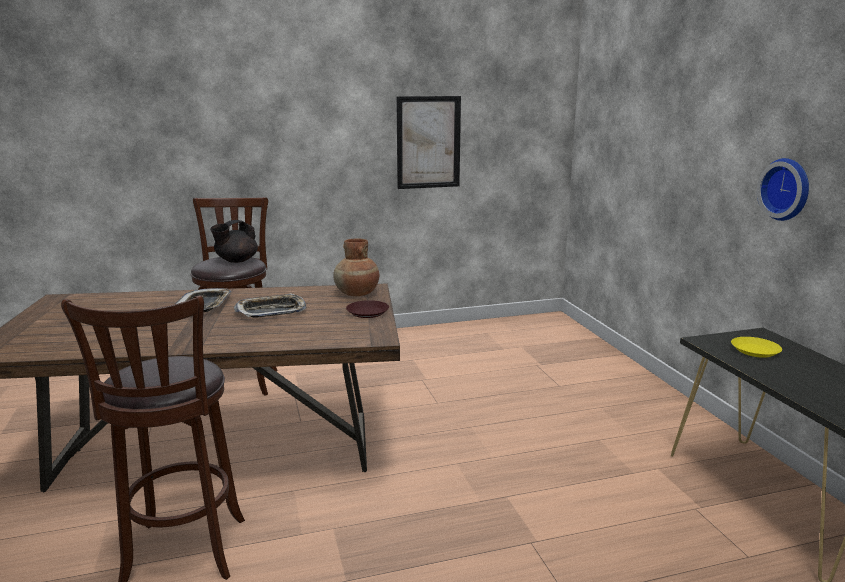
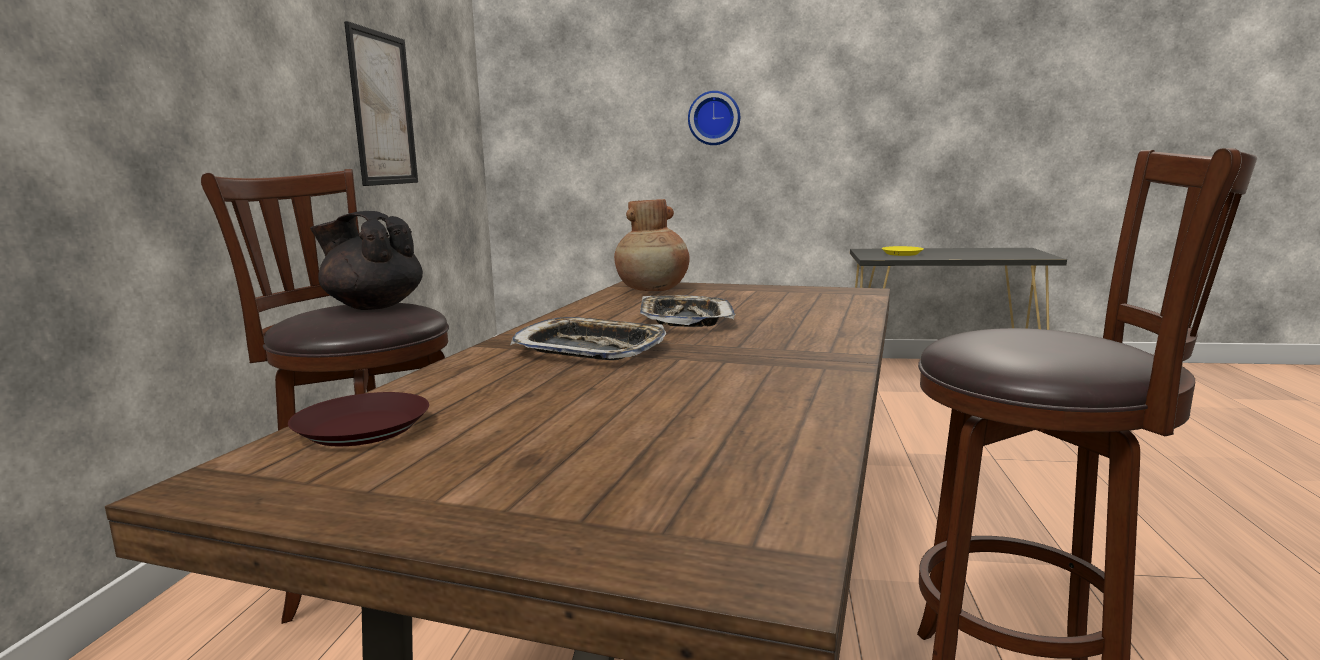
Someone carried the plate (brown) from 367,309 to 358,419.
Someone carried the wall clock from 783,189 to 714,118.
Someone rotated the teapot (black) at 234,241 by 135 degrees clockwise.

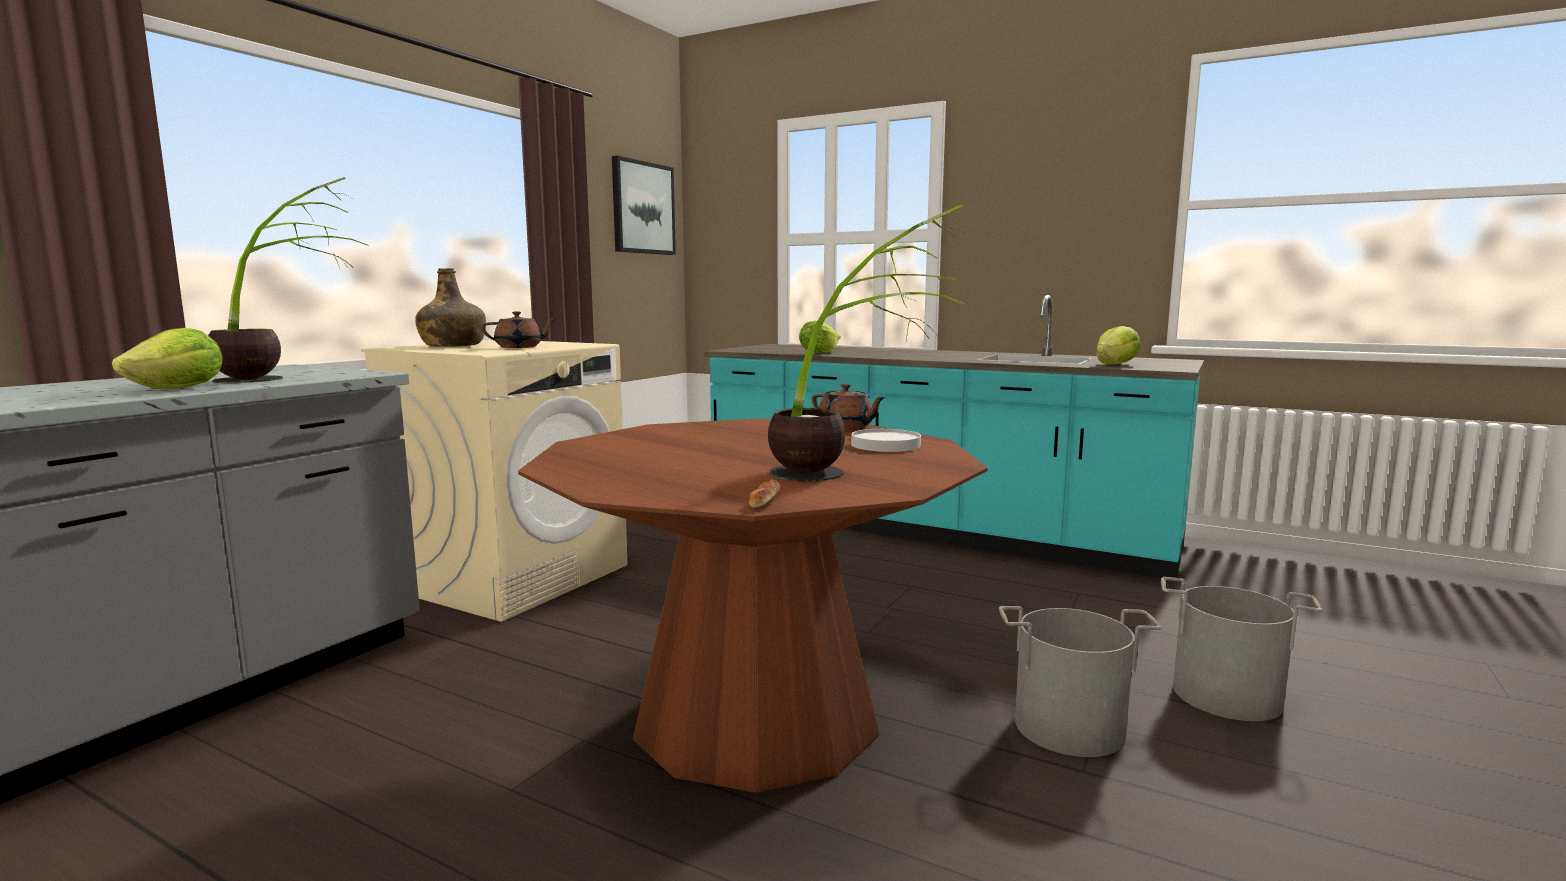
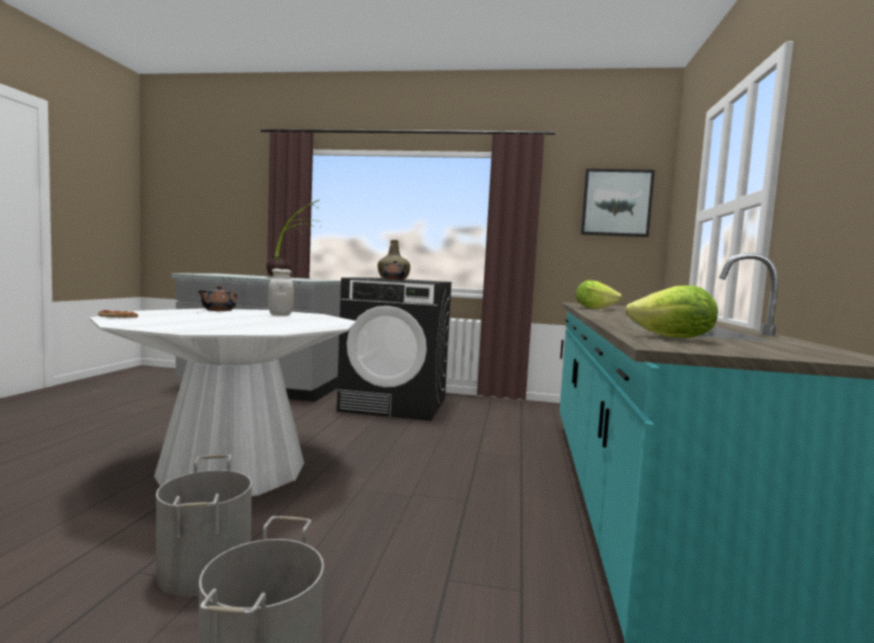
Someone took away the lettuce at 167,358.
Someone took away the potted plant at 867,342.
Someone took away the plate (white) at 886,440.
Someone put down the jar (white) at 281,292.
Someone carried the teapot (brown) from 849,407 to 218,298.
Someone repainted the washing machine (beige) at 494,481, which became the washing machine (black) at 394,349.
Someone repainted the dining table (brown) at 753,605, which became the dining table (white) at 223,402.

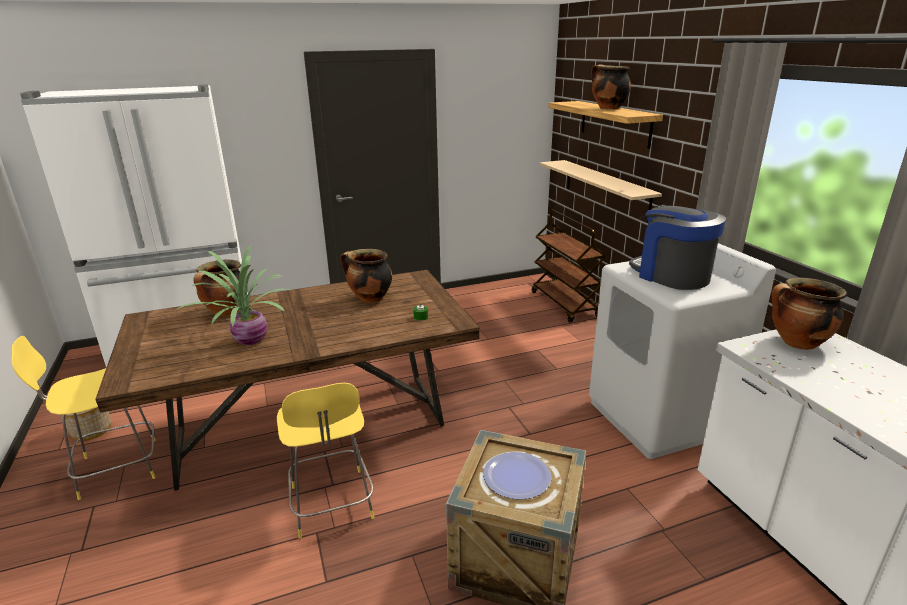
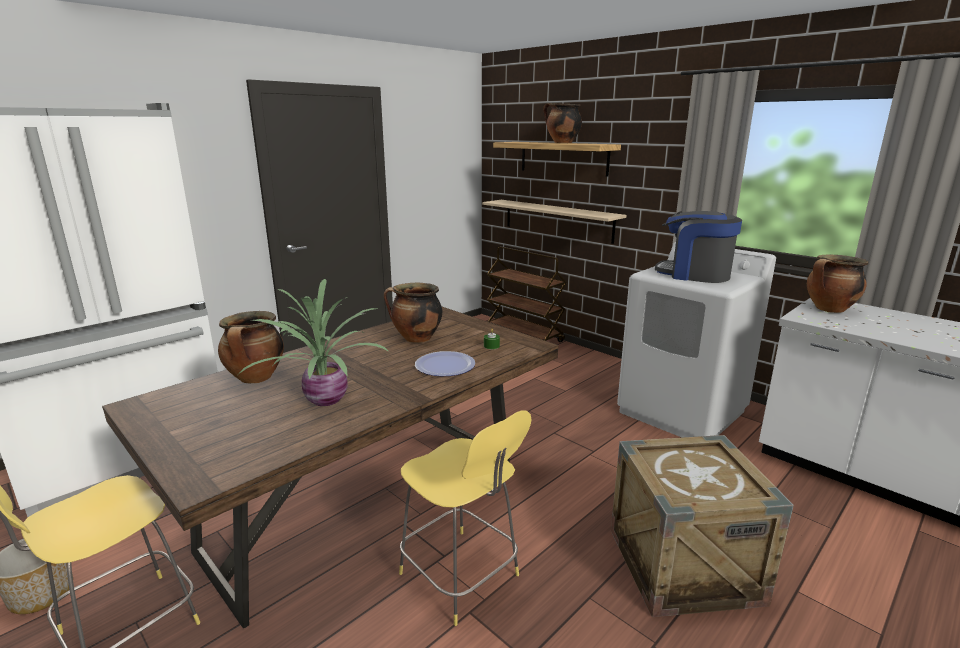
Someone carried the plate from 517,476 to 445,363.

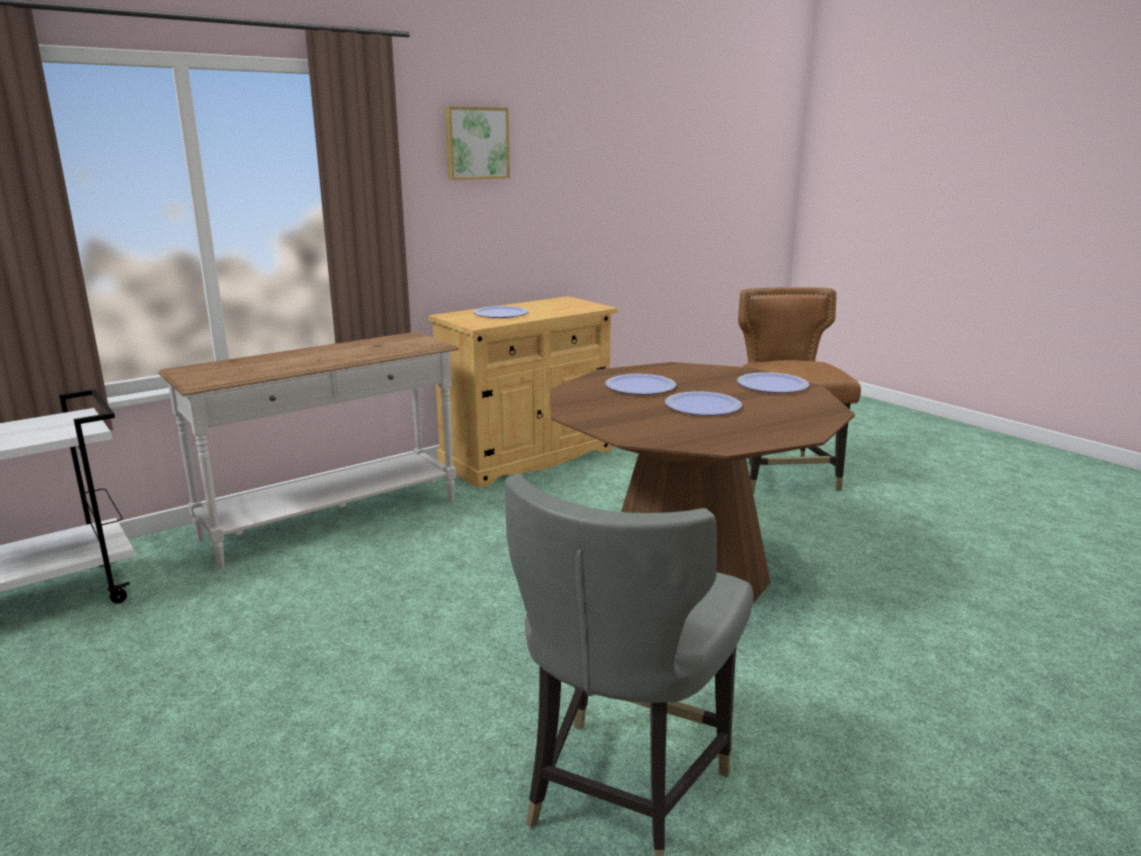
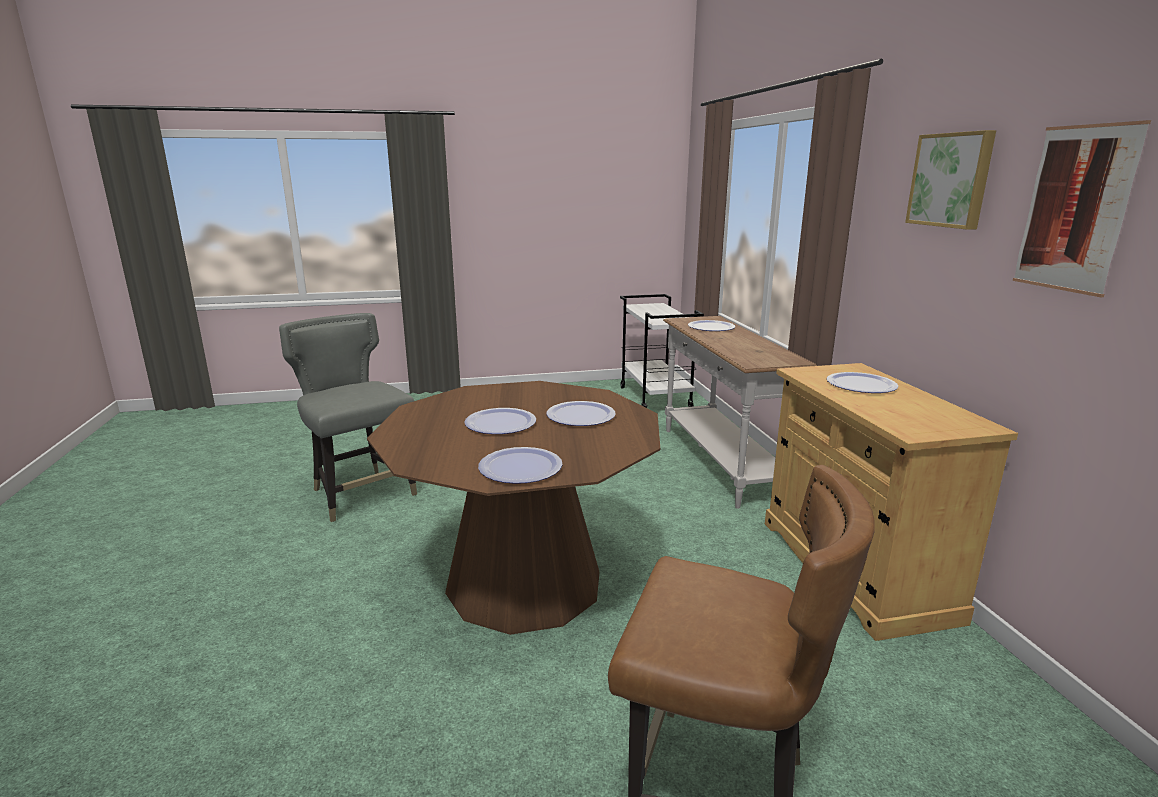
Someone put down the plate at 712,325.
Someone put up the picture at 1082,208.

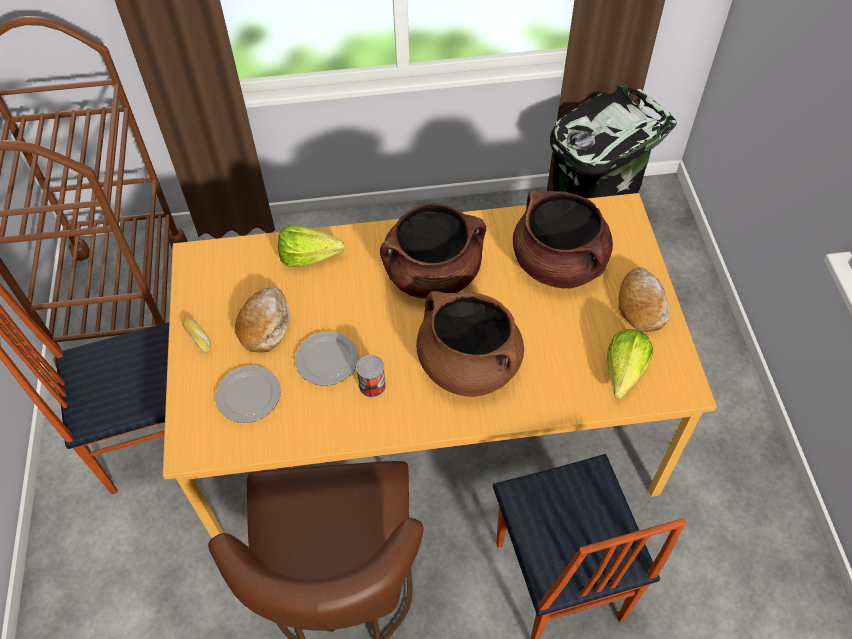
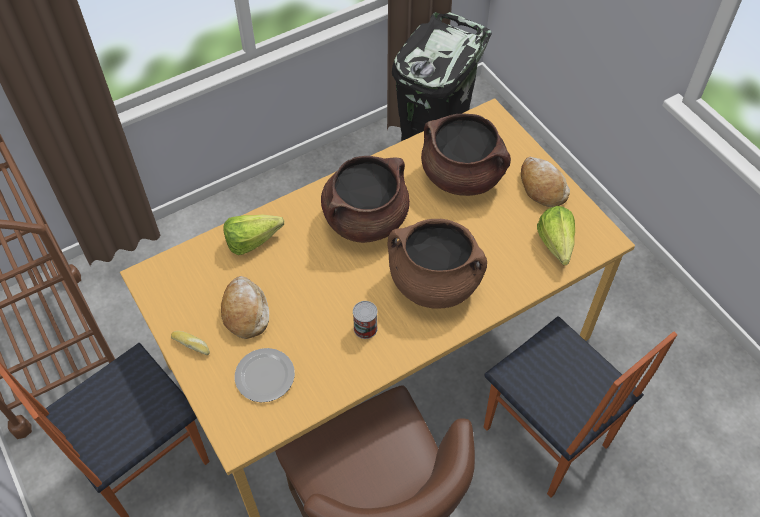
Someone took away the plate at 327,358.

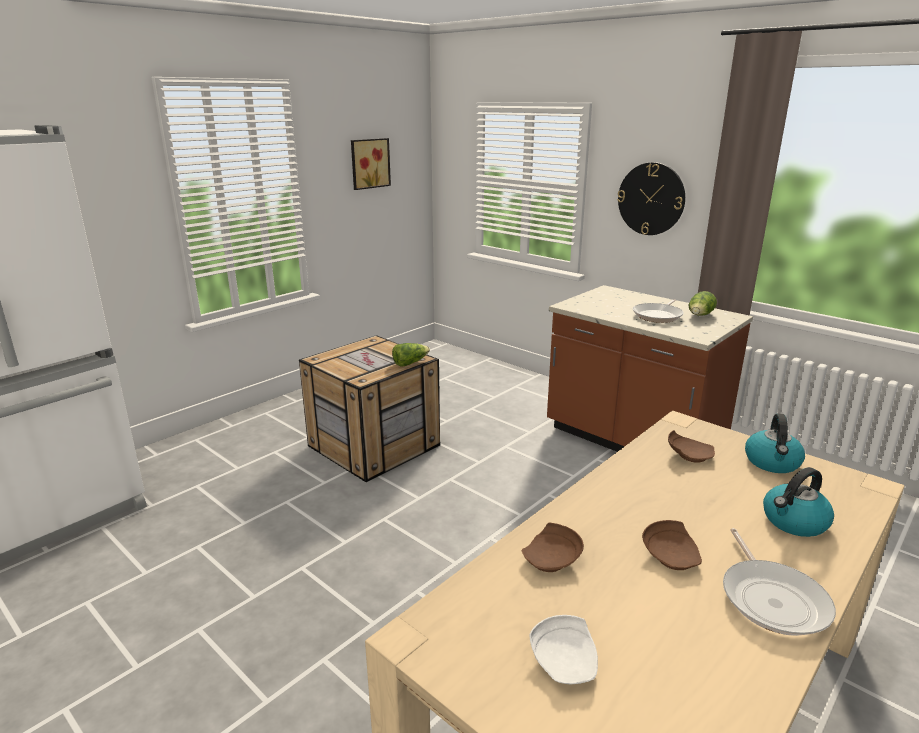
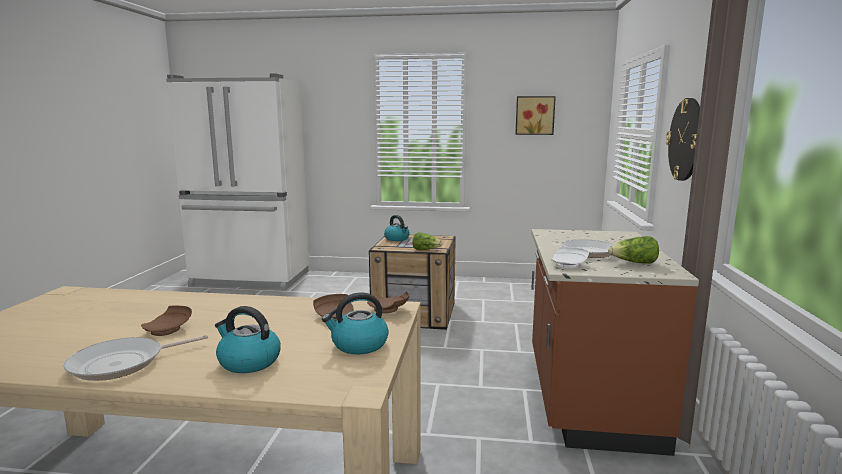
Someone put down the kettle at 397,228.
Someone carried the plate (brown) from 553,547 to 388,302.
Someone carried the plate (white) from 564,649 to 570,258.

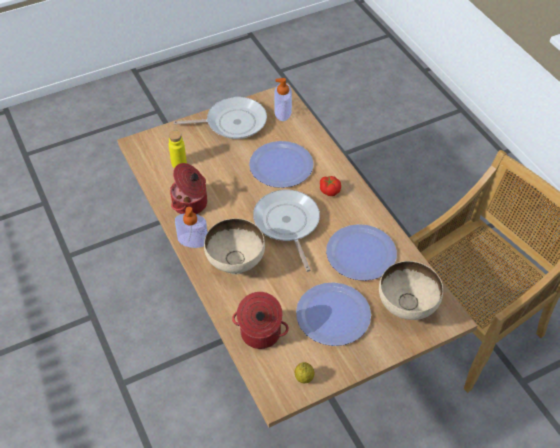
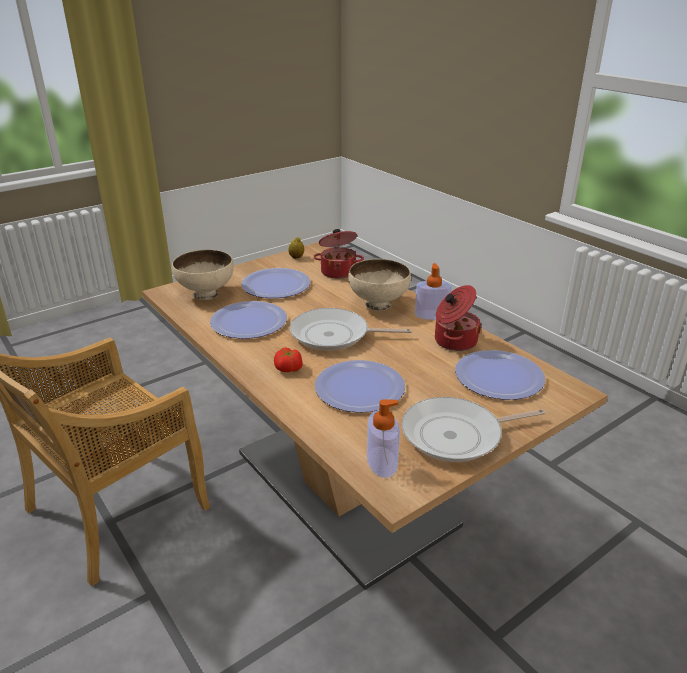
Someone swapped the bottle (yellow) at 178,149 for the plate at 500,375.
Someone rotated the frying pan at 286,231 by 120 degrees clockwise.

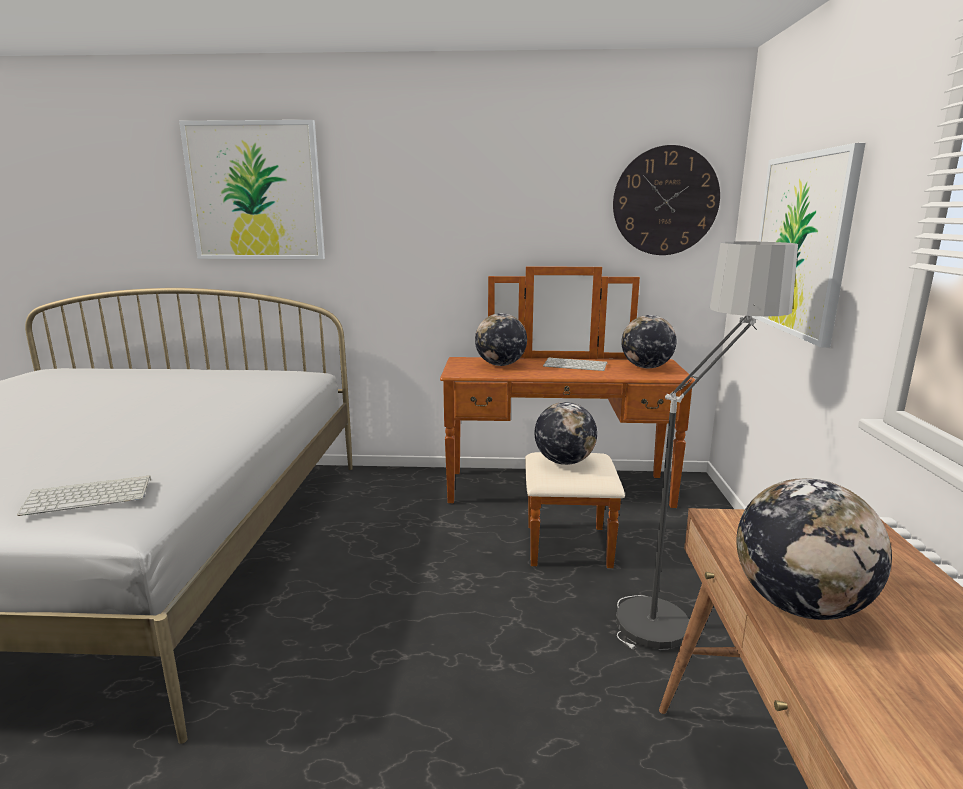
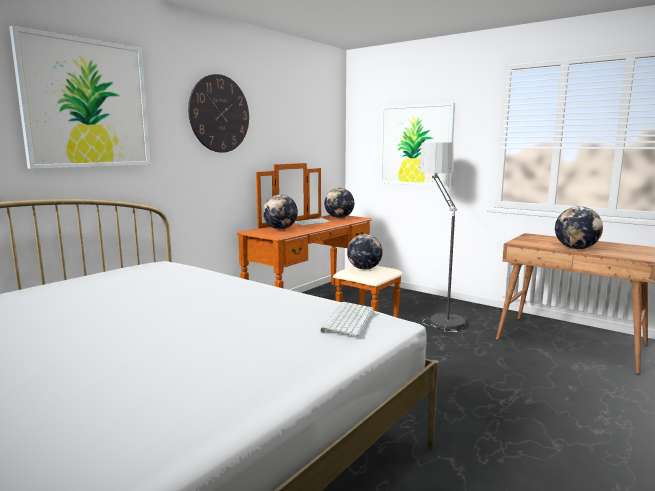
Someone carried the wall clock from 666,200 to 218,113.

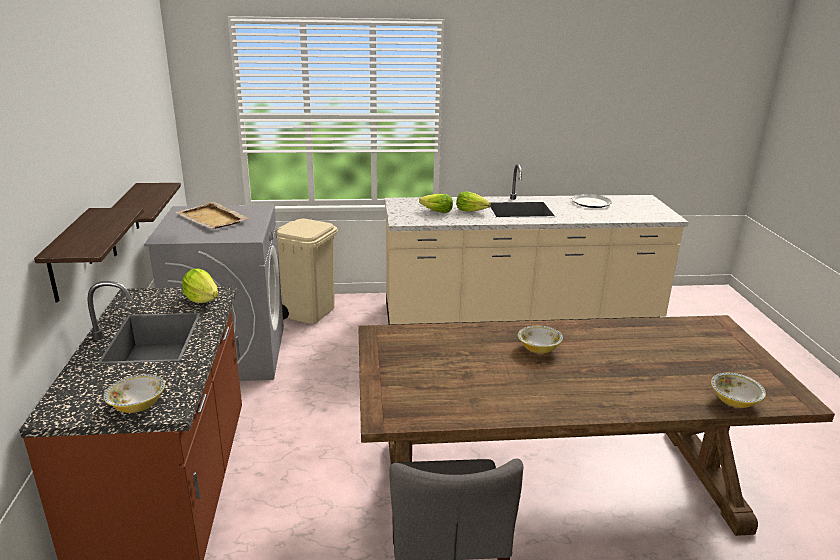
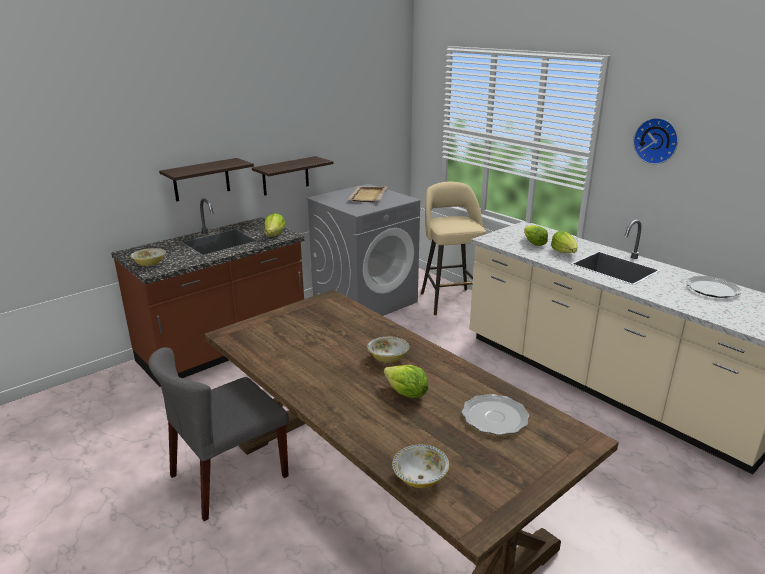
Someone put down the lettuce at 406,381.
Someone put down the plate at 495,414.
Someone put up the wall clock at 655,141.
Someone swapped the trash can (beige) at 307,271 for the stool (beige) at 453,249.

